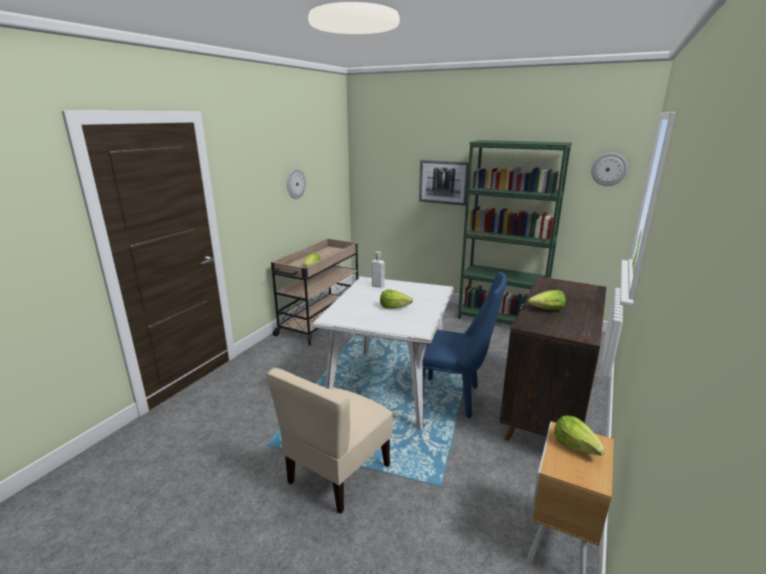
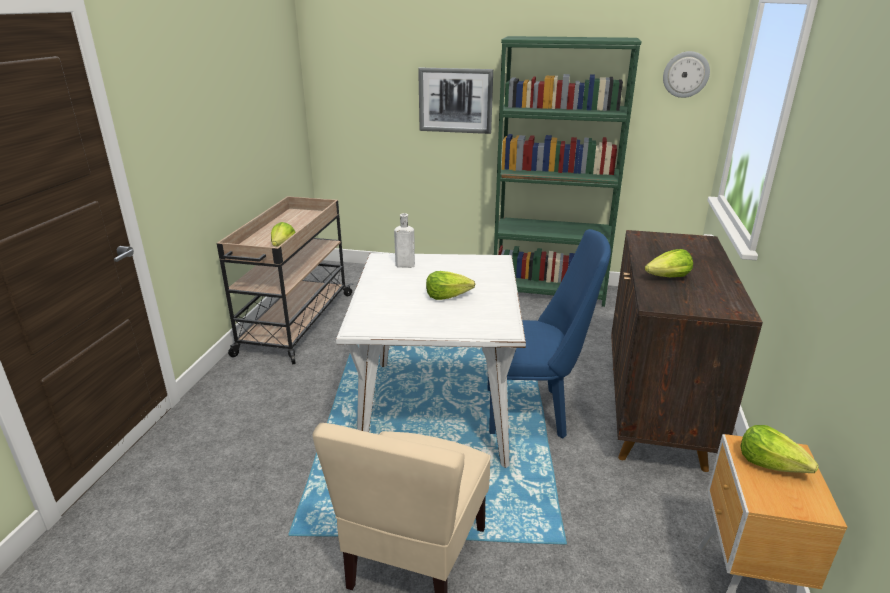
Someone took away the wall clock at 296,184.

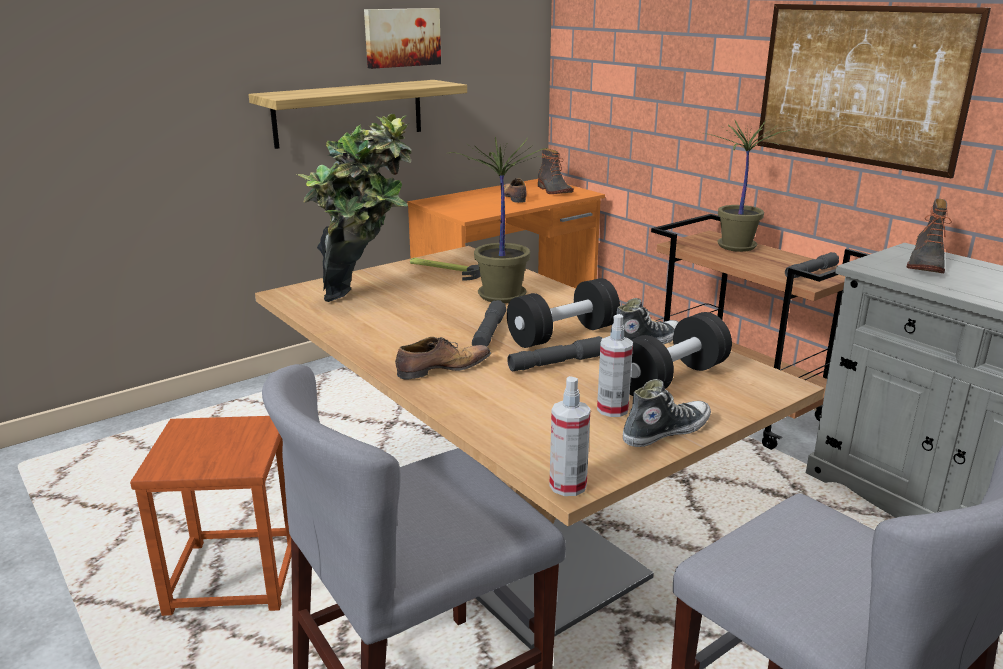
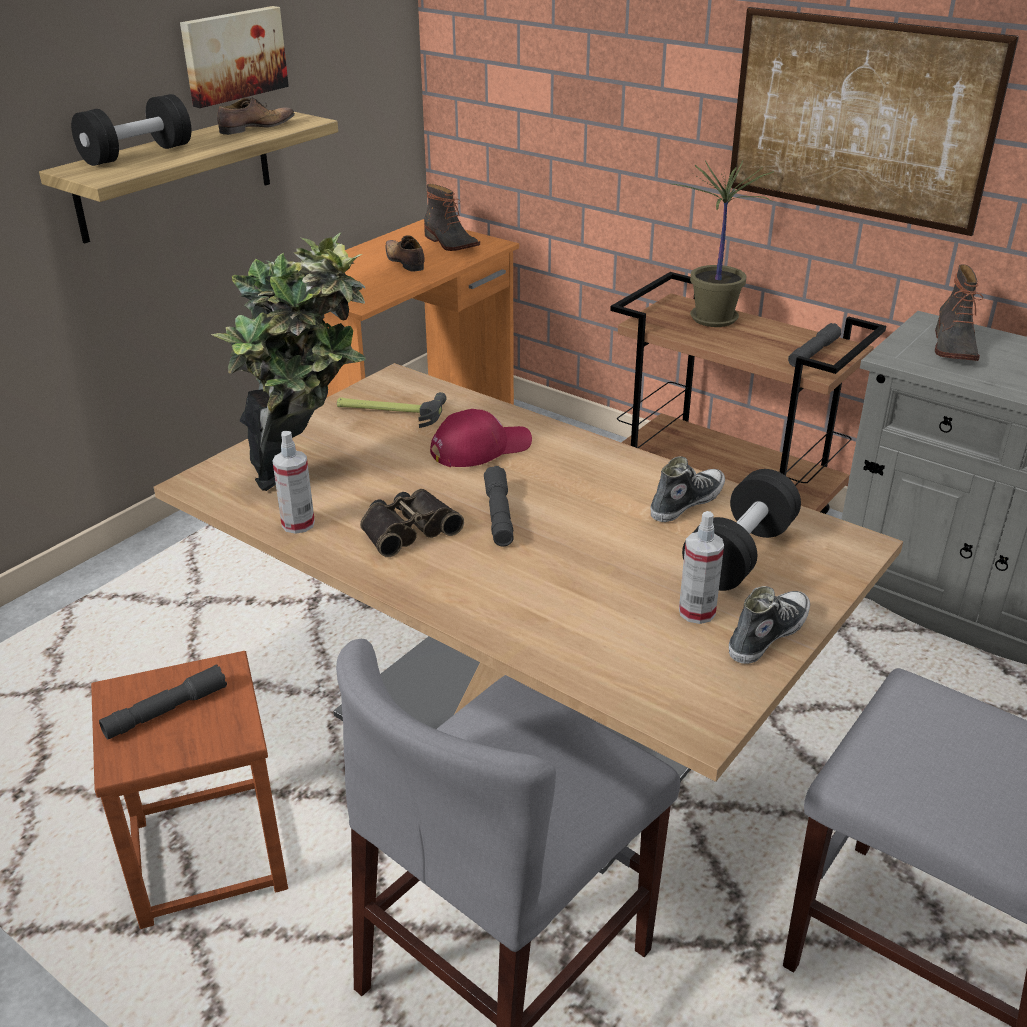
Someone put down the binoculars at 412,523.
Someone carried the shoe from 443,358 to 256,116.
Someone carried the dumbbell (black) from 563,313 to 131,130.
Someone carried the flashlight (grey) from 554,353 to 163,702.
Someone carried the spray bottle from 570,436 to 293,482.
Someone swapped the potted plant at 500,220 for the cap (red) at 481,438.

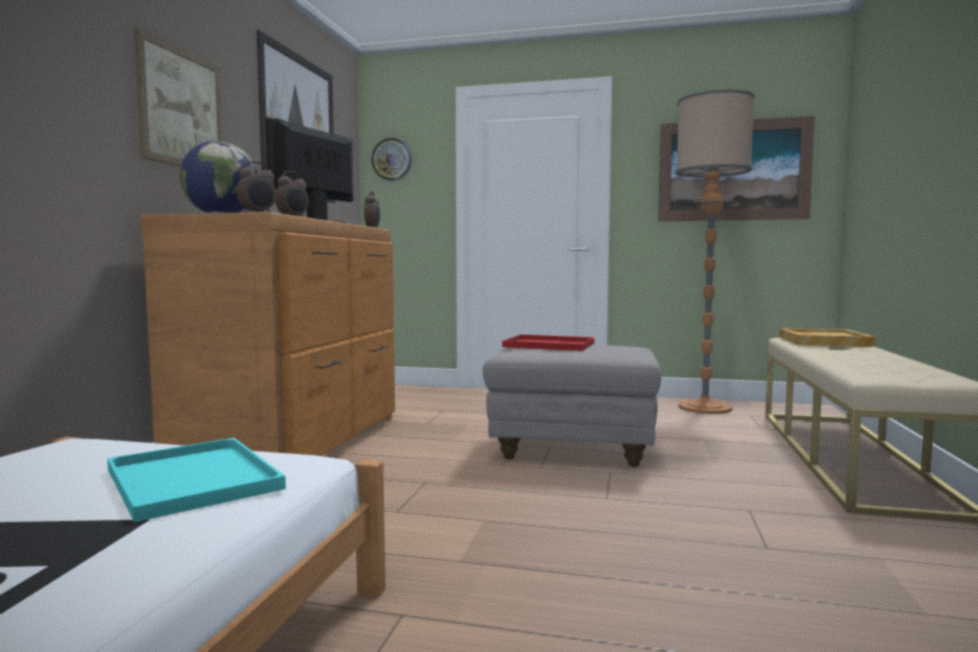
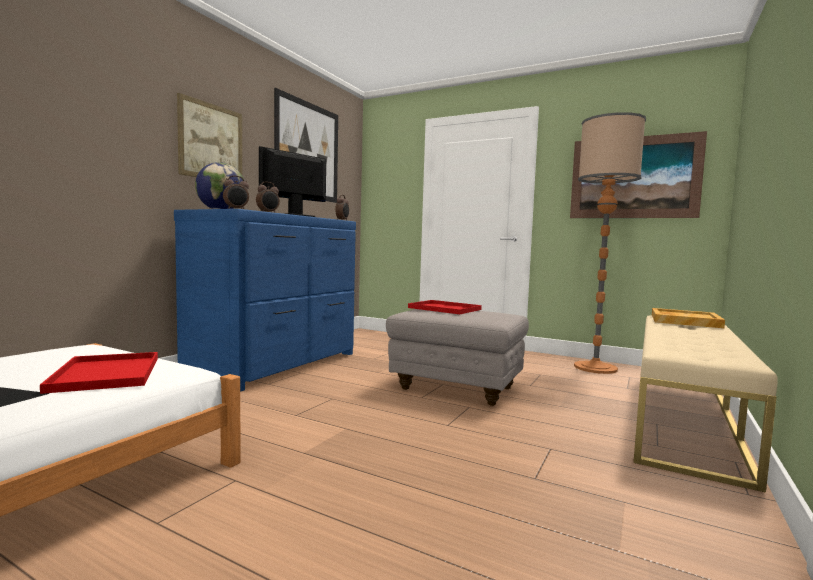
Someone took away the wall clock at 391,159.
Someone repainted the tray (turquoise) at 196,480, which became the tray (red) at 99,373.
Someone repainted the dresser (brown) at 267,334, which became the dresser (blue) at 265,300.

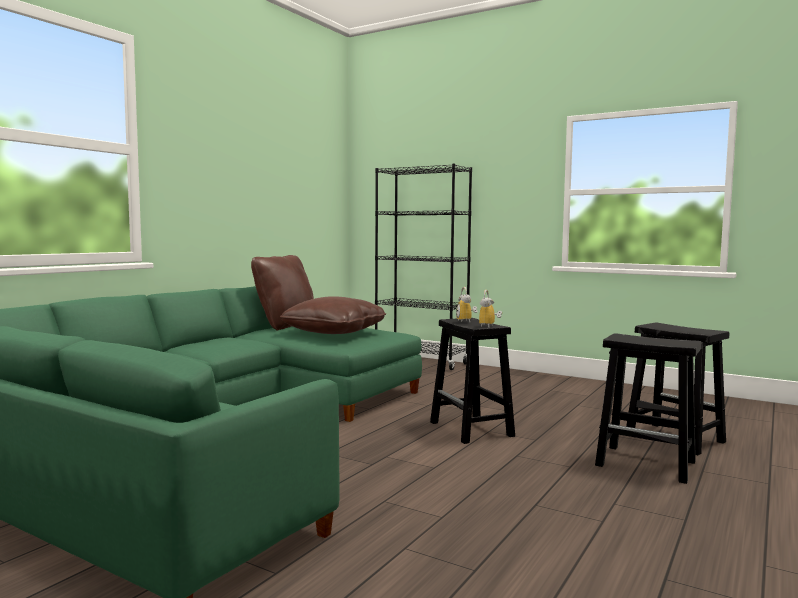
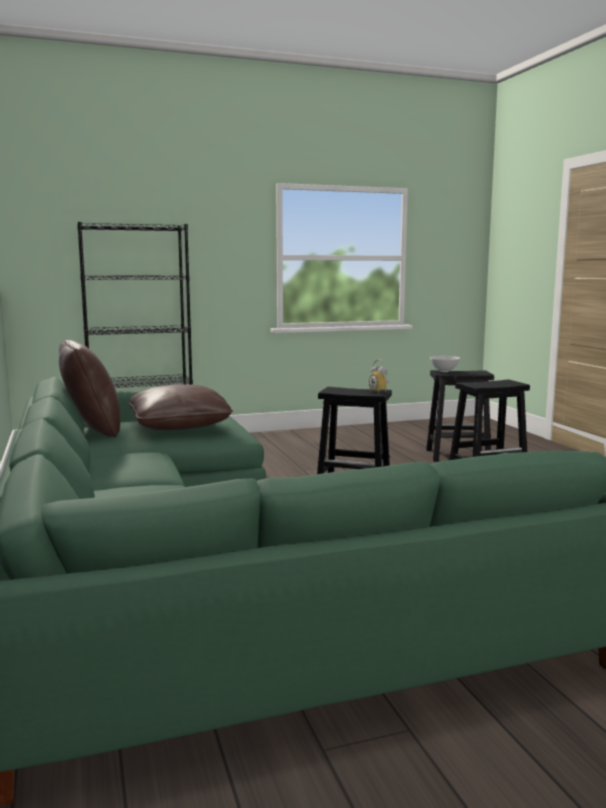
Someone took away the alarm clock at 466,305.
Someone put down the bowl (white) at 445,364.

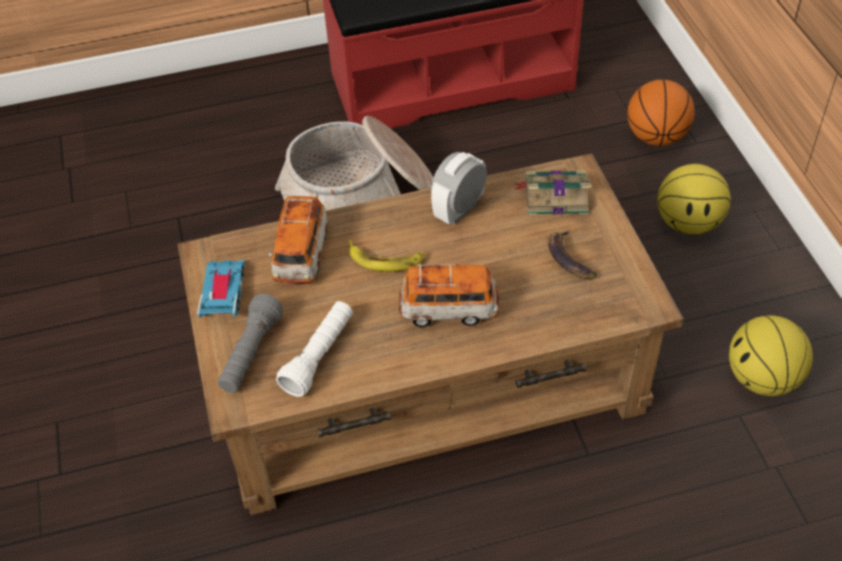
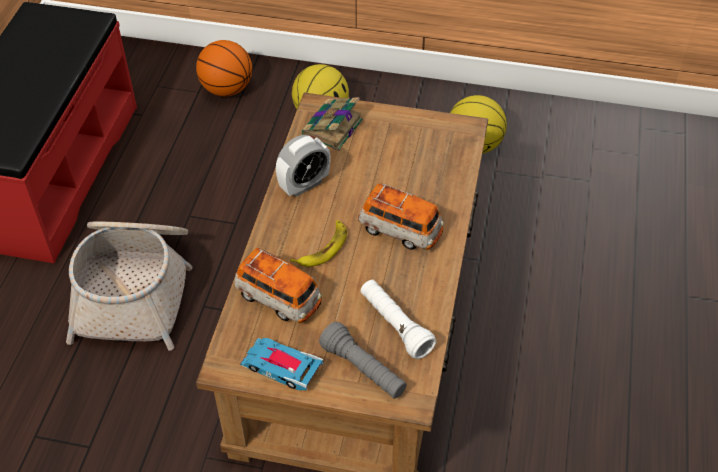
Someone took away the banana at 572,254.
Someone rotated the toy car at 449,295 by 90 degrees clockwise.
Someone rotated the alarm clock at 459,188 by 105 degrees counterclockwise.

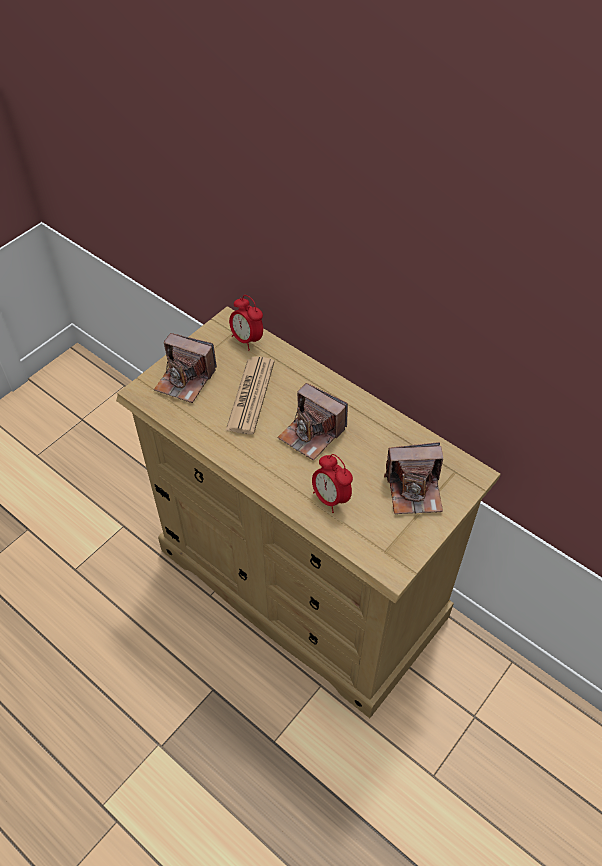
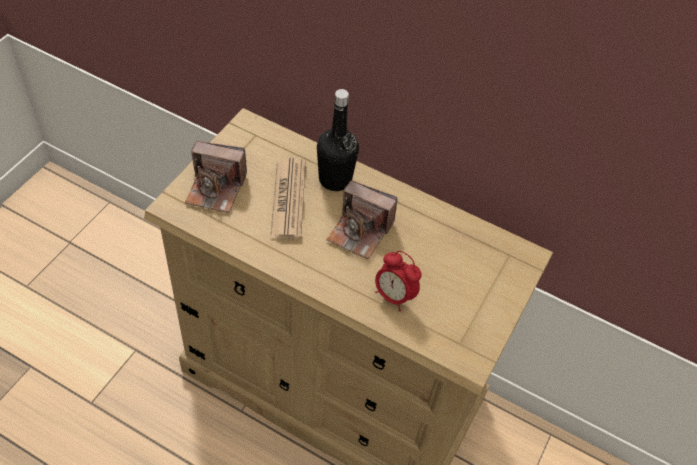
Someone took away the alarm clock at 246,322.
Someone took away the photo camera at 413,478.
Someone put down the bottle (black) at 338,140.

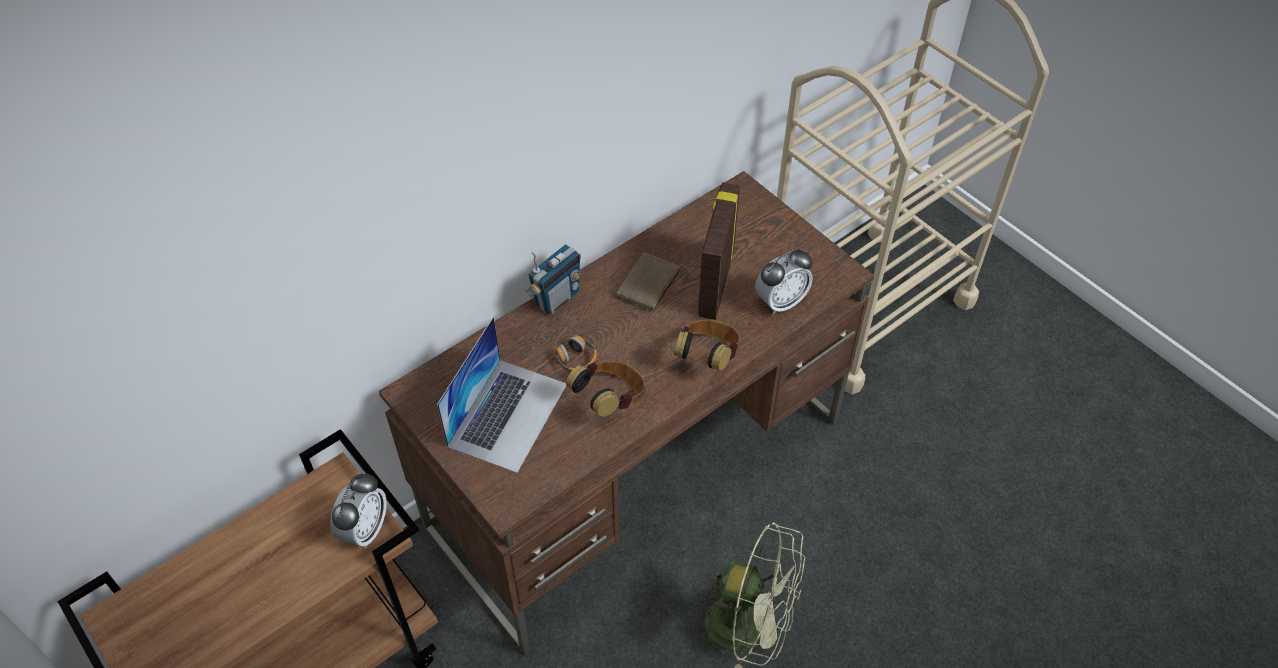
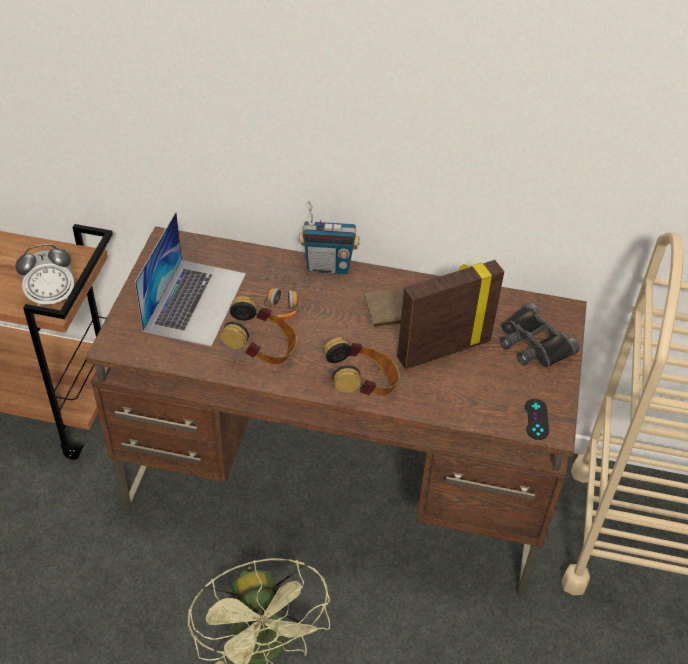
Someone took away the alarm clock at 784,282.
Someone put down the binoculars (black) at 540,335.
Someone put down the game controller (black) at 537,419.
Someone rotated the laptop at 502,395 by 60 degrees counterclockwise.

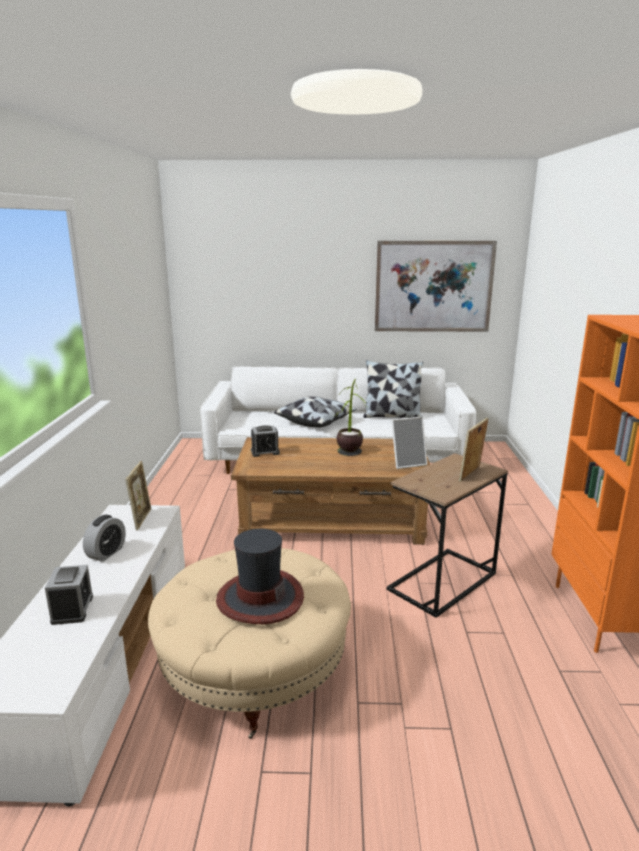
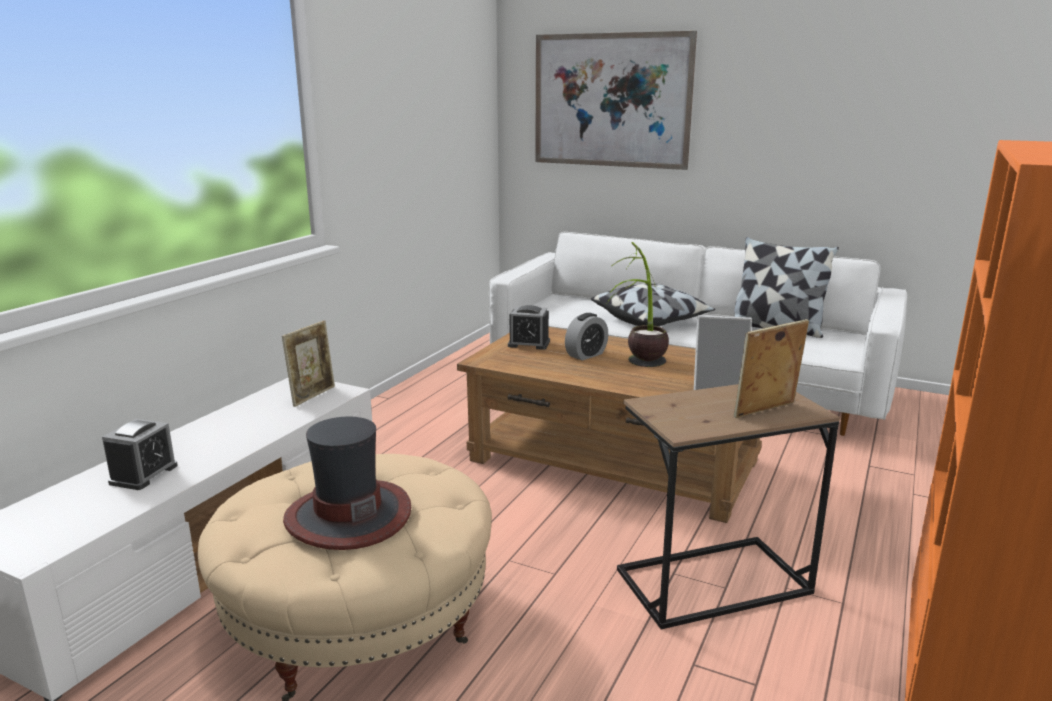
Someone carried the alarm clock from 104,538 to 586,336.
Someone carried the picture from 436,286 to 616,100.

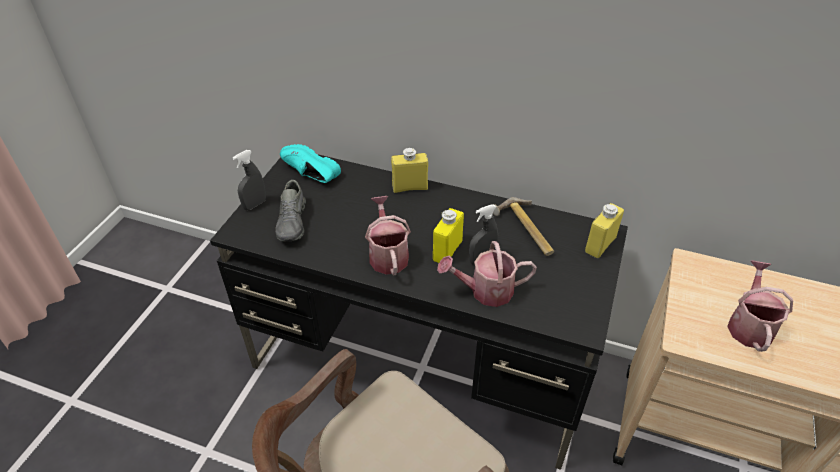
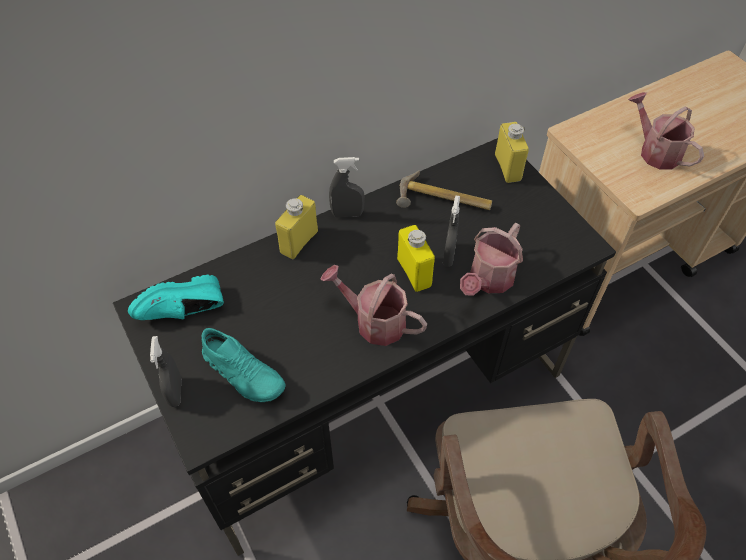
Someone put down the spray bottle (grey) at 347,187.
Someone repainted the shoe (grey) at 290,211, which became the shoe (turquoise) at 244,365.

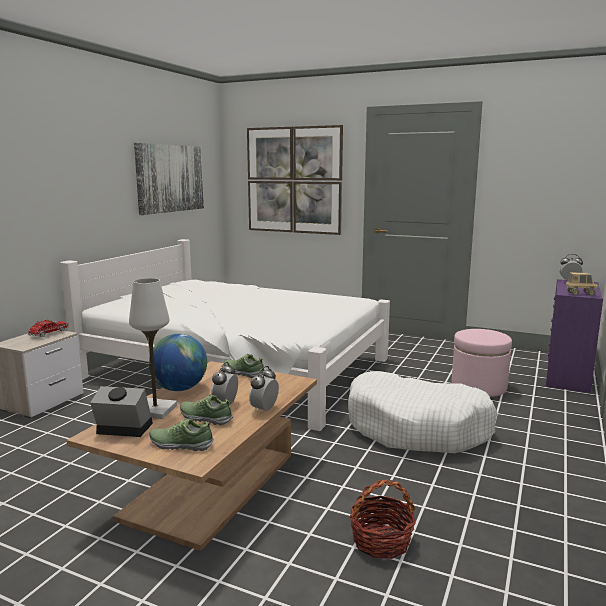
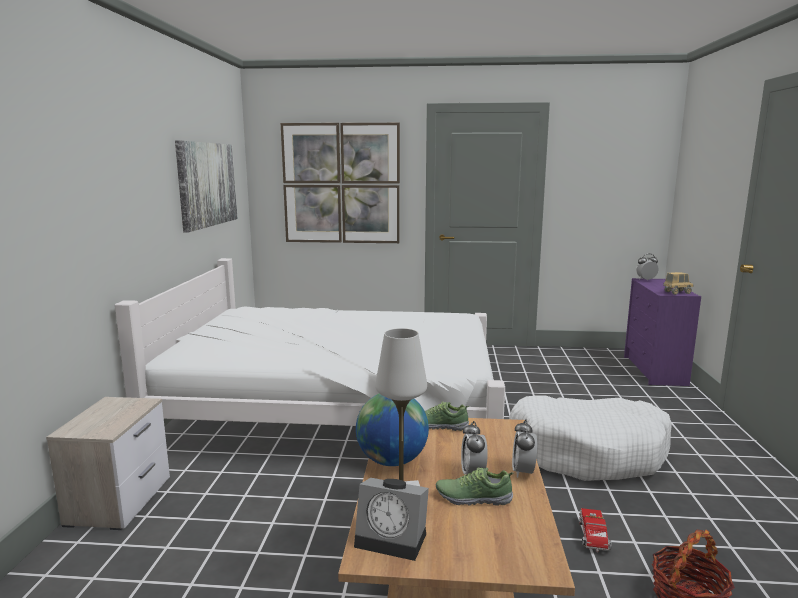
Someone took away the shoe at 181,434.
Someone took away the ottoman (pink) at 482,363.
Someone carried the toy truck from 48,328 to 595,530.
Someone rotated the alarm clock at 121,411 by 150 degrees counterclockwise.

